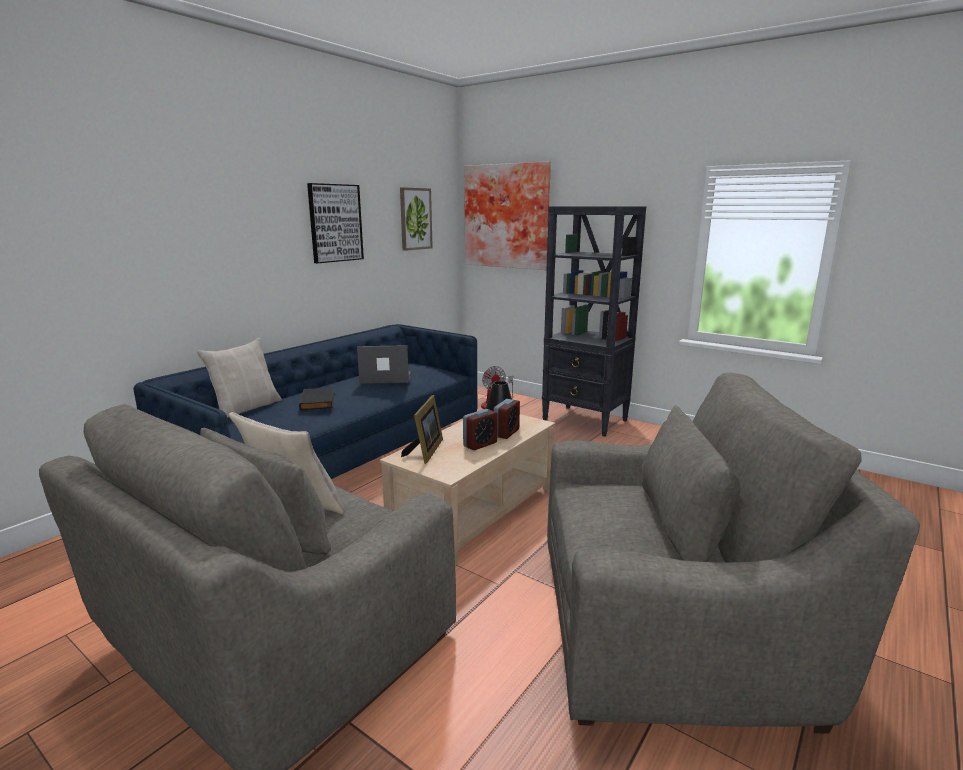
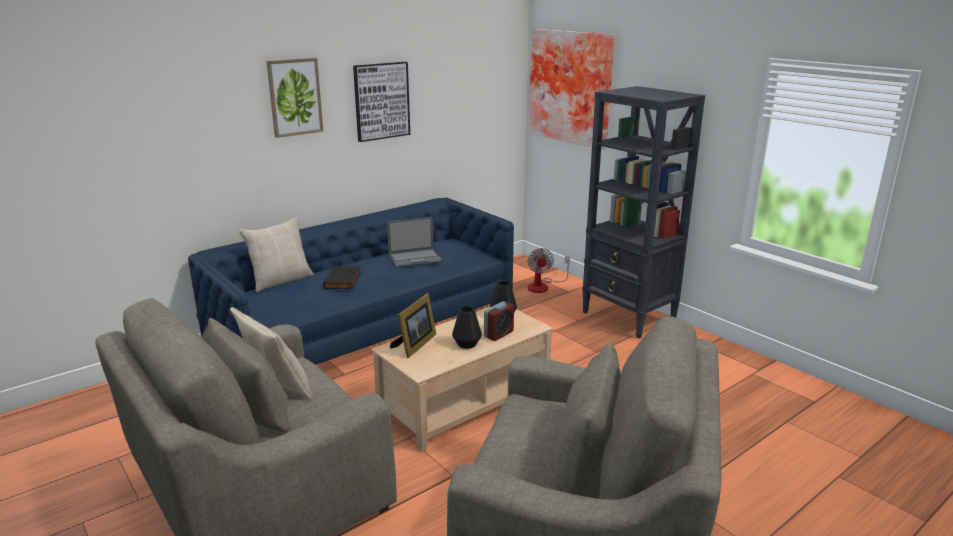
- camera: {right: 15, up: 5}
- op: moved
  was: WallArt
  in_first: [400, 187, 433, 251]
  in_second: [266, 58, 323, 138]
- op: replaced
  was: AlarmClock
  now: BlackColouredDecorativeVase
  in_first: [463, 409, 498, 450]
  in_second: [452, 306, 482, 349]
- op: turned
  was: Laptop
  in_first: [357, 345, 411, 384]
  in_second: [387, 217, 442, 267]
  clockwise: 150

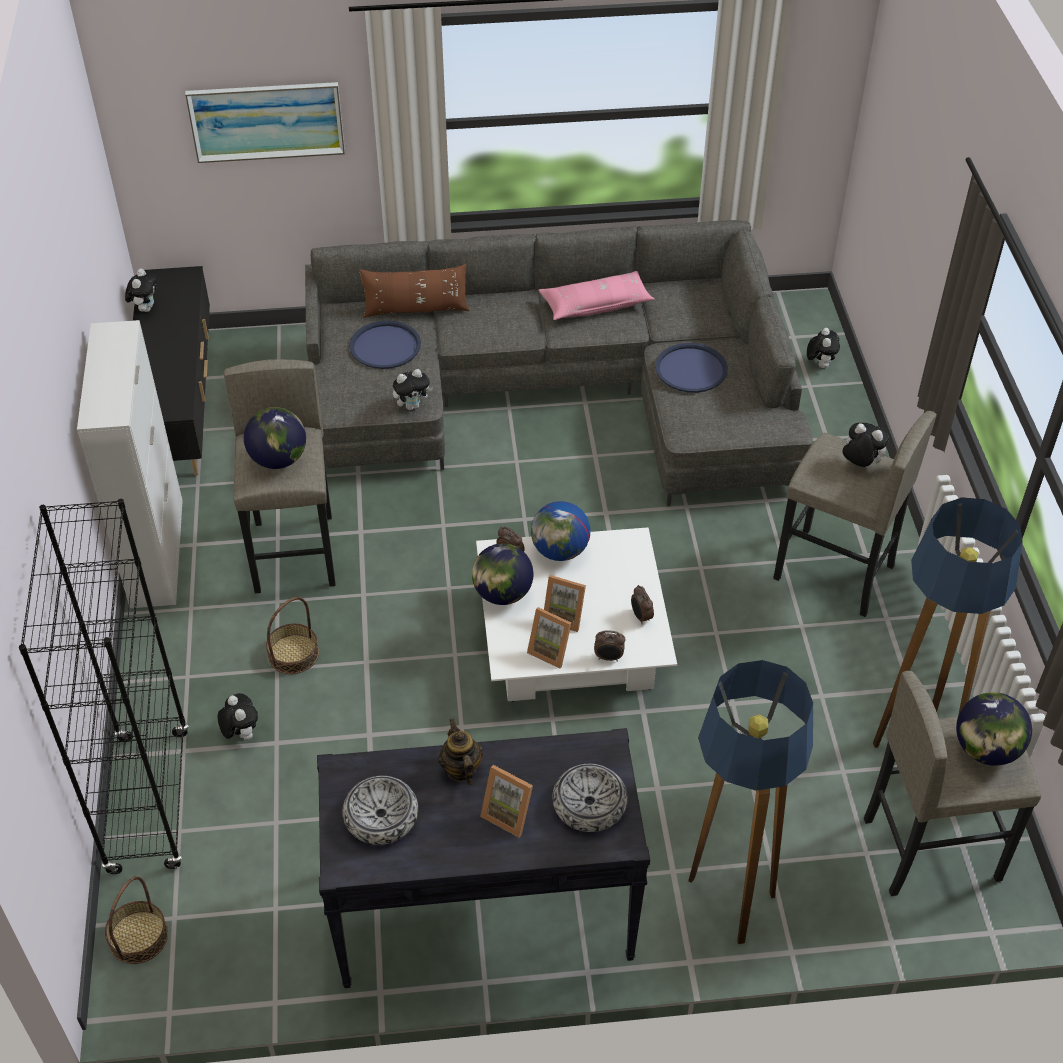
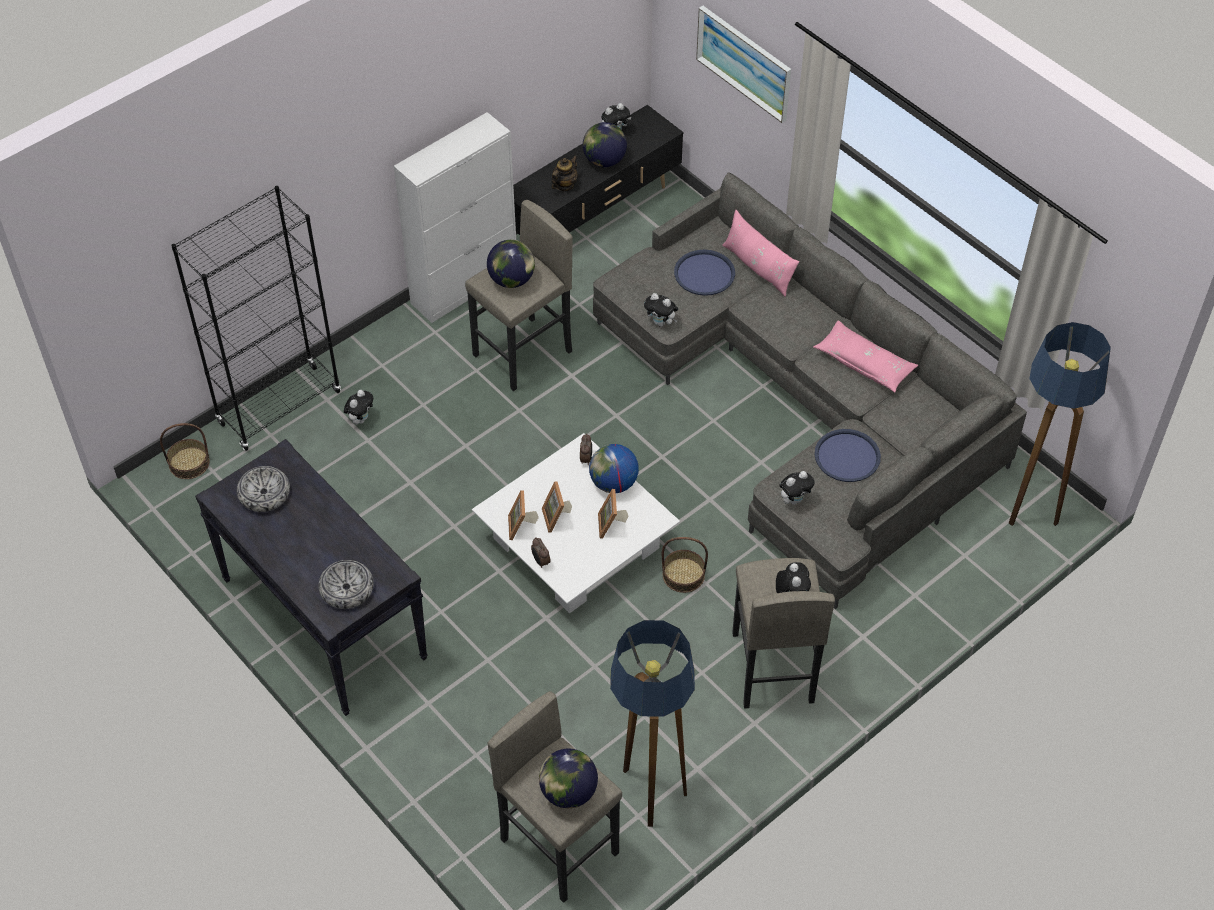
- camera: {right: 55, up: 5}
- op: removed
  was: AlarmClock
  in_first: [631, 585, 654, 624]
- op: moved
  was: HouseholdBasket
  in_first: [266, 597, 319, 674]
  in_second: [662, 537, 708, 593]
- op: moved
  was: TeaPot
  in_first: [438, 719, 483, 785]
  in_second: [552, 155, 578, 191]
- op: moved
  was: Globe
  in_first: [472, 543, 533, 605]
  in_second: [583, 122, 627, 167]
- op: moved
  was: StandingFrame
  in_first: [480, 765, 533, 837]
  in_second: [598, 489, 628, 539]
- op: moved
  was: StandardLamp
  in_first: [688, 660, 813, 944]
  in_second: [1009, 322, 1111, 526]
- op: moved
  was: CuddlyToy
  in_first: [807, 328, 840, 368]
  in_second: [779, 471, 815, 505]
- op: recoloured
  was: BrownColouredPillow
  now: PinkishPillow
  in_first: [359, 264, 469, 318]
  in_second: [722, 210, 799, 297]

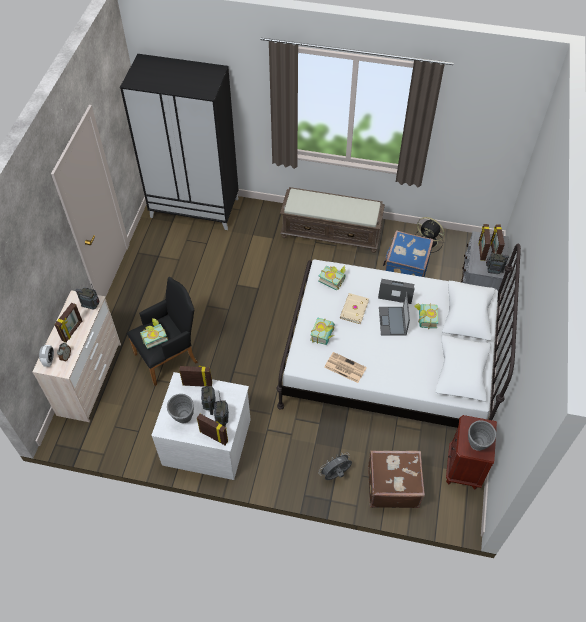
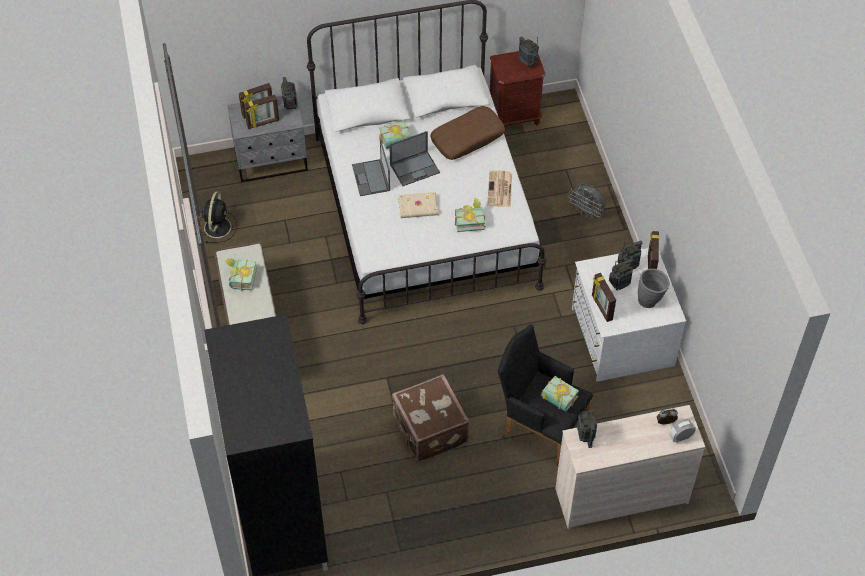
- camera: {right: -115, up: 0}
- op: removed
  was: StandingFrame
  in_first: [54, 303, 82, 342]
- op: removed
  was: BluishSuitcase
  in_first: [383, 230, 434, 277]
- op: added
  now: BrownColouredPillow
  in_second: [430, 106, 505, 160]
- op: moved
  was: Volume
  in_first: [318, 265, 346, 290]
  in_second: [225, 258, 257, 291]
- op: moved
  was: BrownColouredSuitcase
  in_first: [368, 450, 425, 508]
  in_second: [392, 374, 469, 462]
- op: replaced
  was: GrayDecorativeVase
  now: RadioSet
  in_first: [468, 420, 496, 451]
  in_second: [518, 36, 539, 67]

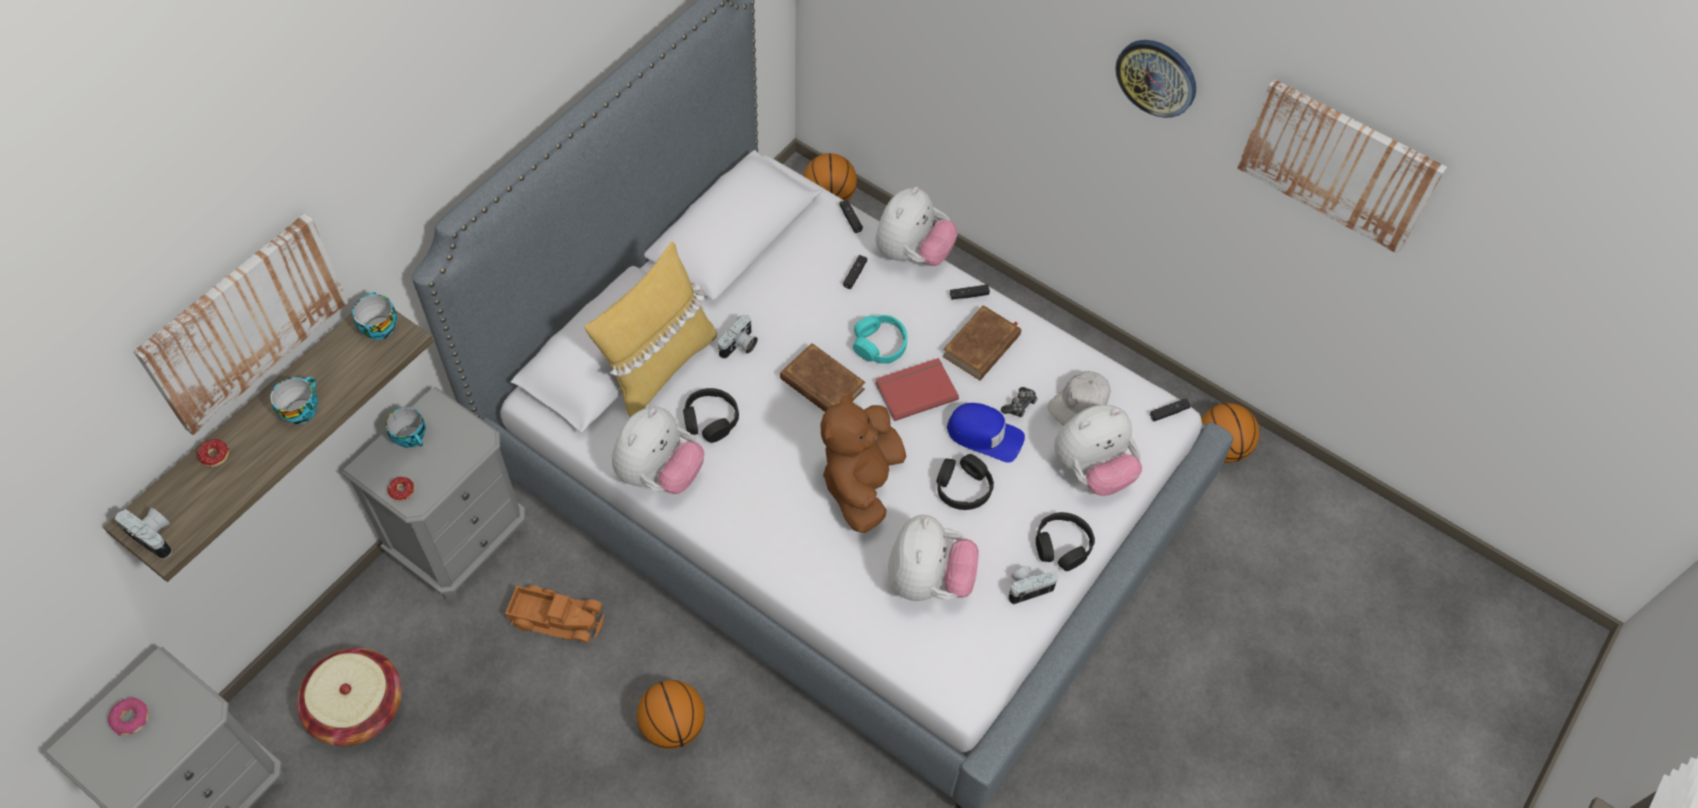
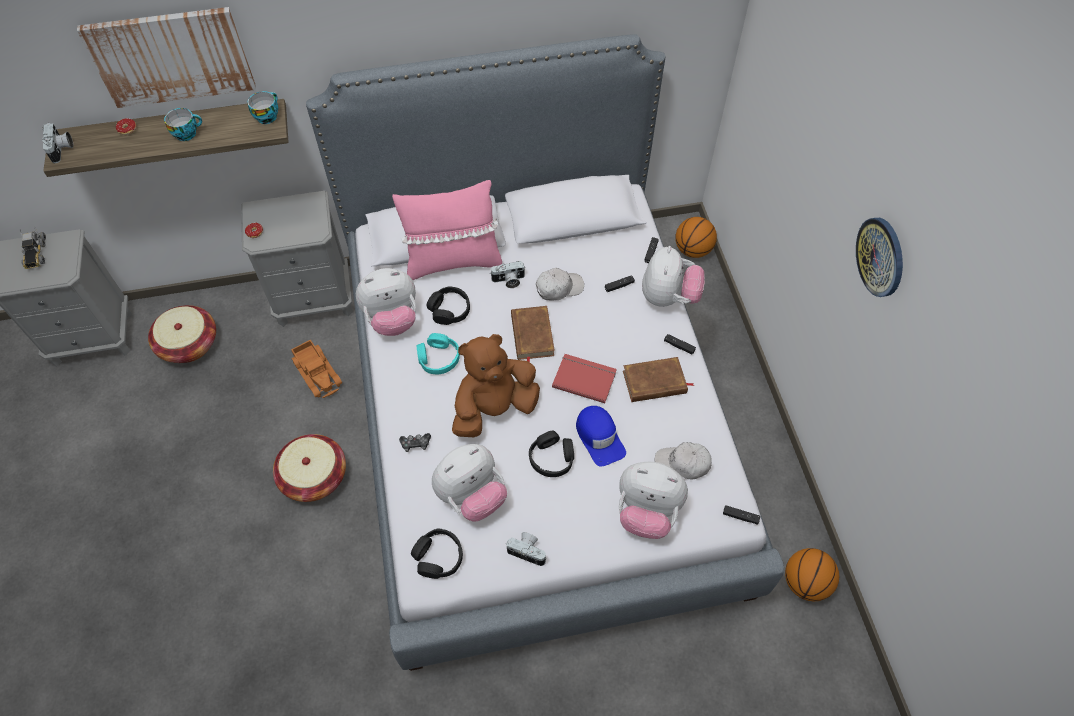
- camera: {right: 45, up: 0}
- op: removed
  was: SmallCup
  in_first: [386, 407, 426, 448]
- op: removed
  was: WallArt
  in_first: [1237, 79, 1447, 254]
- op: added
  now: WhiteCap
  in_second: [536, 268, 584, 301]
- op: moved
  was: TurquoiseColouredPairOfHeadphones
  in_first: [853, 315, 907, 364]
  in_second: [417, 333, 460, 374]
- op: moved
  was: GameController
  in_first: [1001, 387, 1038, 417]
  in_second: [399, 433, 431, 452]
- op: moved
  was: BlackColouredPairOfHeadphones
  in_first: [1036, 512, 1095, 571]
  in_second: [411, 529, 463, 579]
- op: replaced
  was: RingDoughnut
  now: ModelTruck
  in_first: [108, 698, 149, 736]
  in_second: [19, 226, 46, 269]
- op: replaced
  was: BallForBasketball
  now: HouseholdBasket
  in_first: [637, 680, 705, 749]
  in_second: [273, 434, 346, 502]
- op: recoloured
  was: YellowPillow
  now: PinkishPillow
  in_first: [584, 241, 717, 418]
  in_second: [392, 180, 502, 280]
- op: turned
  was: CuddlyToy
  in_first: [875, 187, 958, 266]
  in_second: [642, 246, 705, 307]
  clockwise: -60

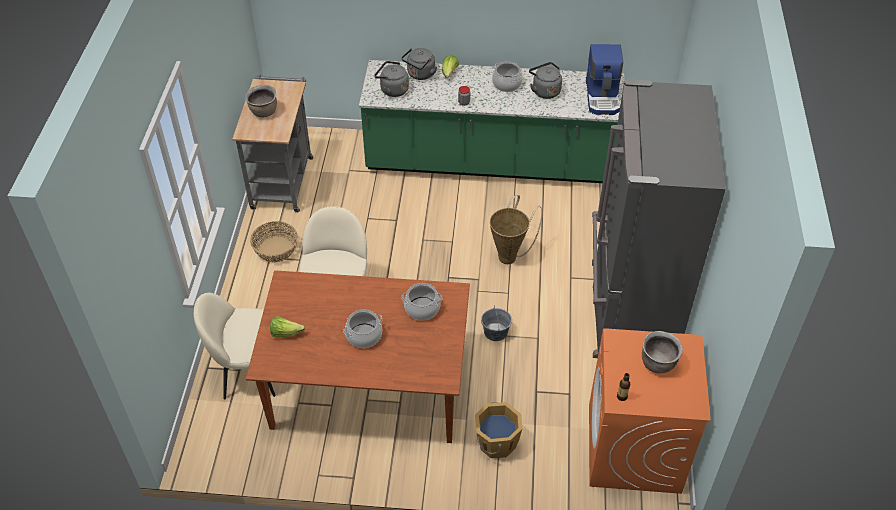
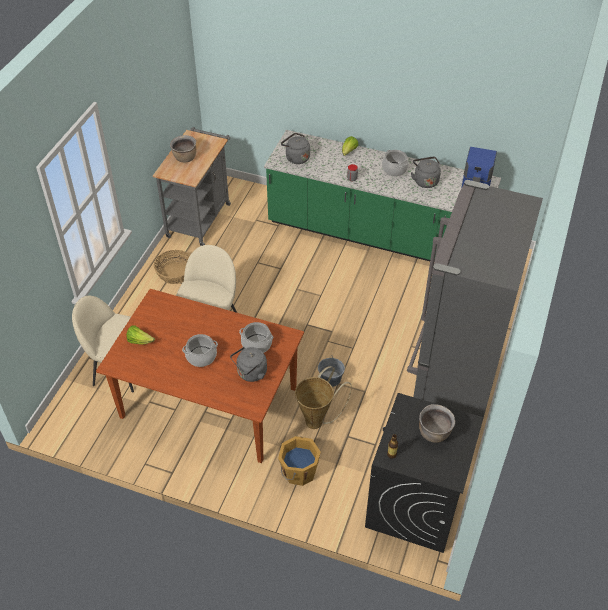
- camera: {right: 15, up: 0}
- op: moved
  was: GrayKettle
  in_first: [401, 48, 437, 80]
  in_second: [230, 347, 267, 382]
- op: moved
  was: HouseholdBasket
  in_first: [490, 195, 543, 264]
  in_second: [295, 366, 352, 429]
- op: recoloured
  was: OrangeyLaundryAppliance
  now: BlackColouredLaundryAppliance
  in_first: [589, 328, 711, 494]
  in_second: [365, 393, 483, 553]

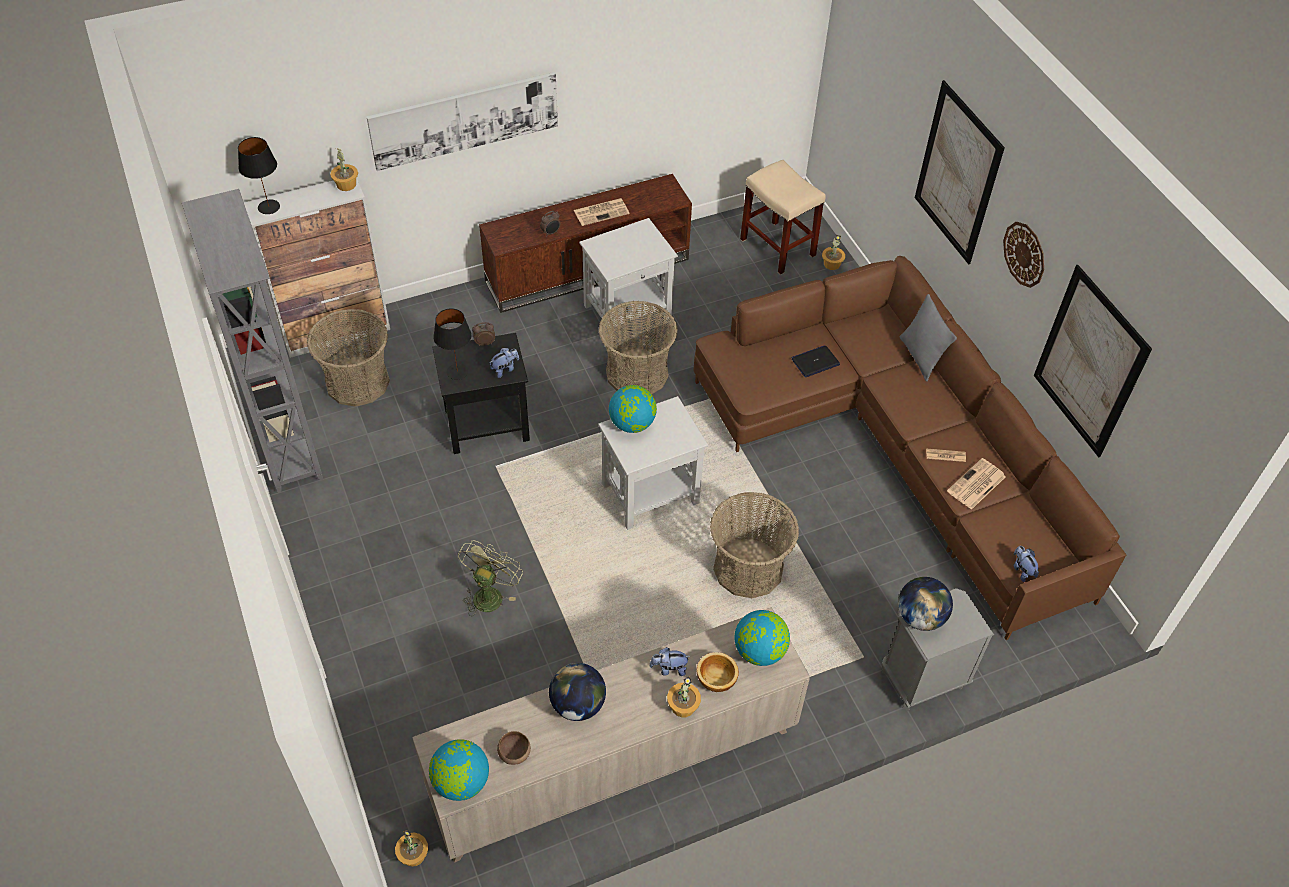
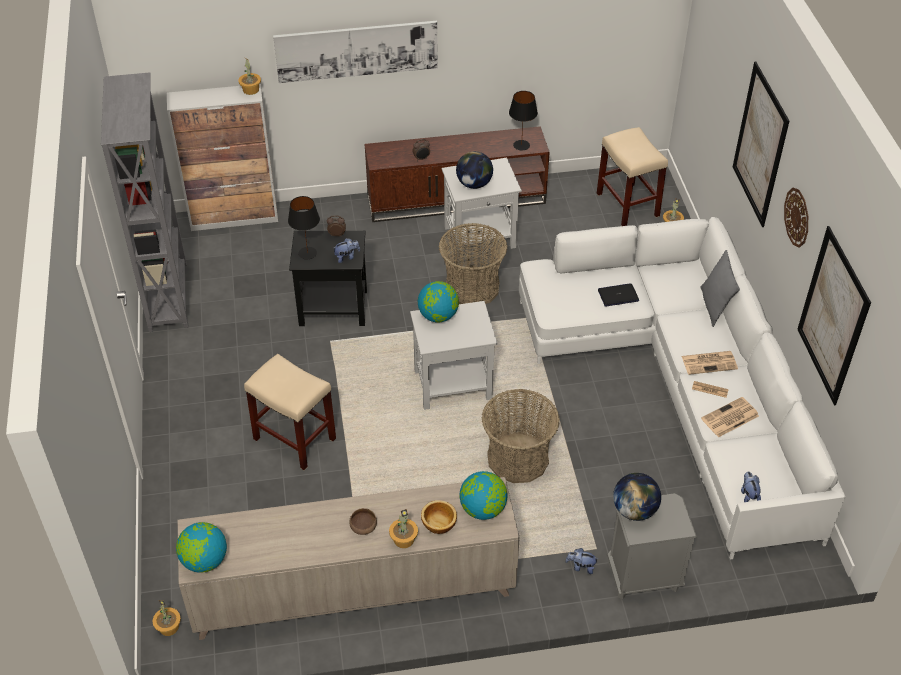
- camera: {right: 15, up: -5}
- op: removed
  was: HouseholdBasket
  in_first: [307, 309, 390, 407]
- op: moved
  was: BlackColouredLampForATable
  in_first: [238, 137, 280, 214]
  in_second: [509, 91, 538, 151]
- op: moved
  was: BrownColouredServingBowl
  in_first: [497, 731, 531, 765]
  in_second: [349, 508, 377, 535]
- op: moved
  was: Globe
  in_first: [549, 663, 606, 721]
  in_second: [456, 151, 493, 189]
- op: moved
  was: PrintedPaper
  in_first: [574, 198, 630, 226]
  in_second: [682, 351, 738, 375]
- op: moved
  was: CuddlyToy
  in_first: [650, 647, 690, 676]
  in_second: [565, 548, 599, 574]
- op: replaced
  was: GreenColouredFan
  now: BeigeColouredStool
  in_first: [458, 540, 523, 616]
  in_second: [244, 354, 336, 470]
- op: recoloured
  was: BrownColouredSofa
  now: WhiteSofa
  in_first: [693, 256, 1126, 640]
  in_second: [519, 217, 846, 560]

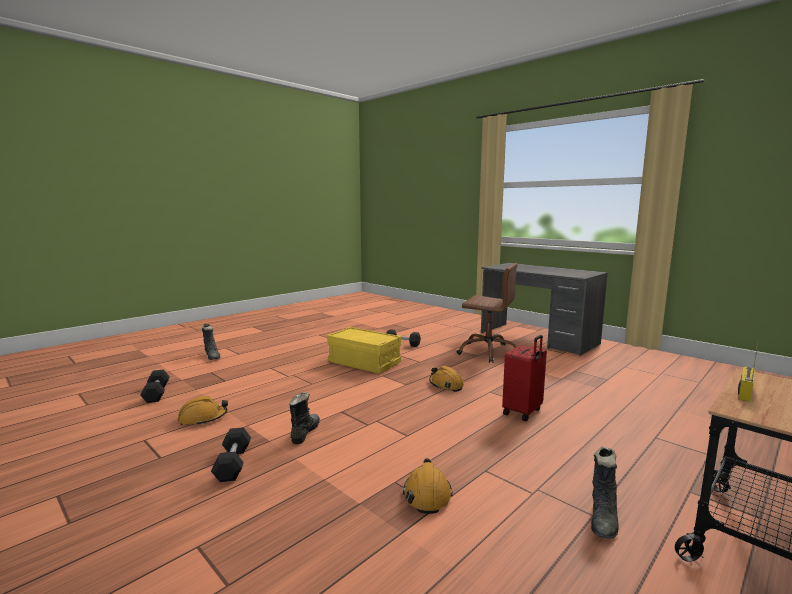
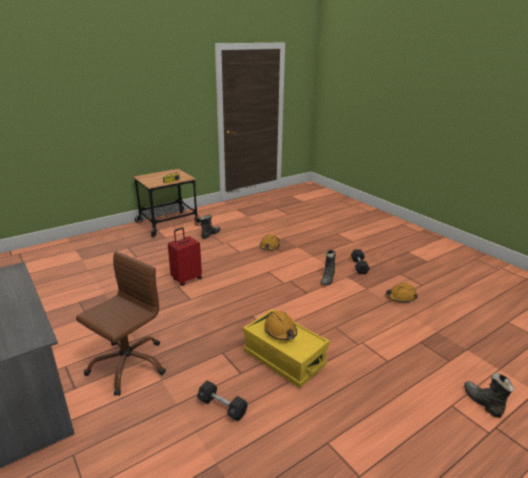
- camera: {right: -170, up: 15}
- op: removed
  was: BlackColouredHandWeight
  in_first: [140, 369, 170, 403]
- op: moved
  was: OrangeySafetyHelmet
  in_first: [429, 366, 464, 392]
  in_second: [264, 311, 297, 340]
- op: turned
  was: BrownColouredDeskChair
  in_first: [456, 263, 518, 363]
  in_second: [76, 251, 166, 396]
  clockwise: 90

